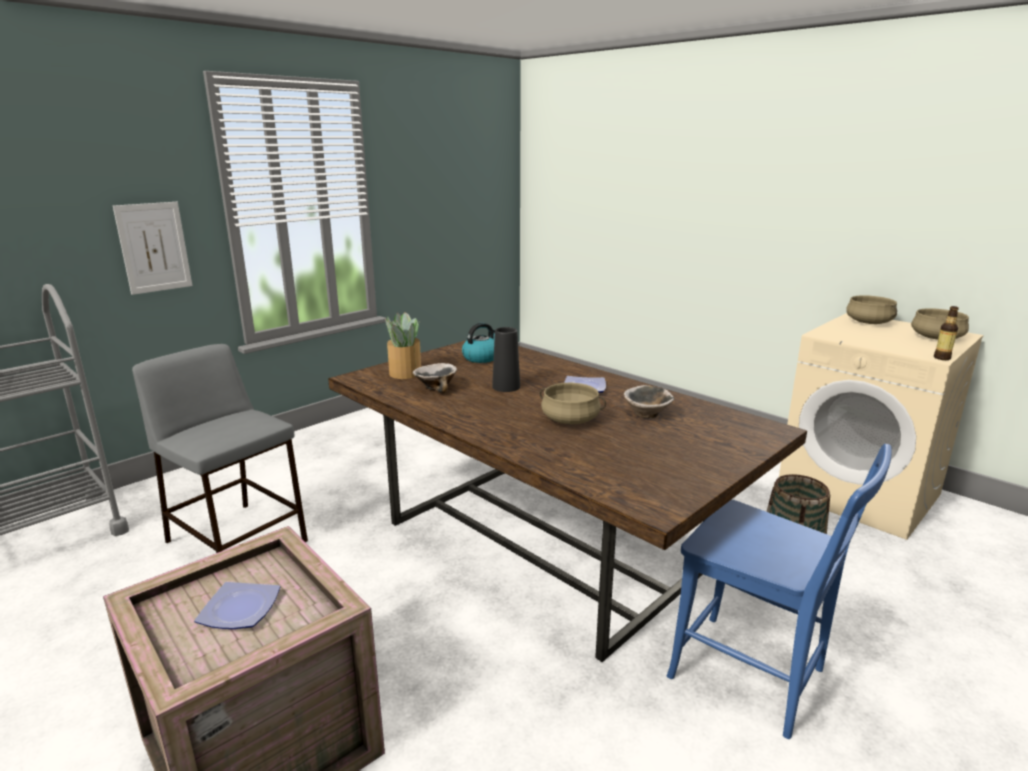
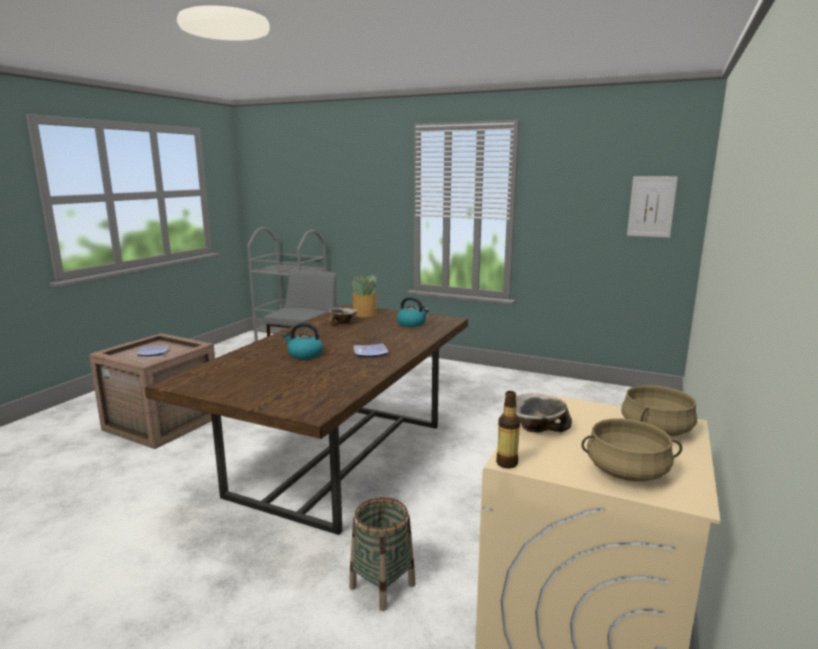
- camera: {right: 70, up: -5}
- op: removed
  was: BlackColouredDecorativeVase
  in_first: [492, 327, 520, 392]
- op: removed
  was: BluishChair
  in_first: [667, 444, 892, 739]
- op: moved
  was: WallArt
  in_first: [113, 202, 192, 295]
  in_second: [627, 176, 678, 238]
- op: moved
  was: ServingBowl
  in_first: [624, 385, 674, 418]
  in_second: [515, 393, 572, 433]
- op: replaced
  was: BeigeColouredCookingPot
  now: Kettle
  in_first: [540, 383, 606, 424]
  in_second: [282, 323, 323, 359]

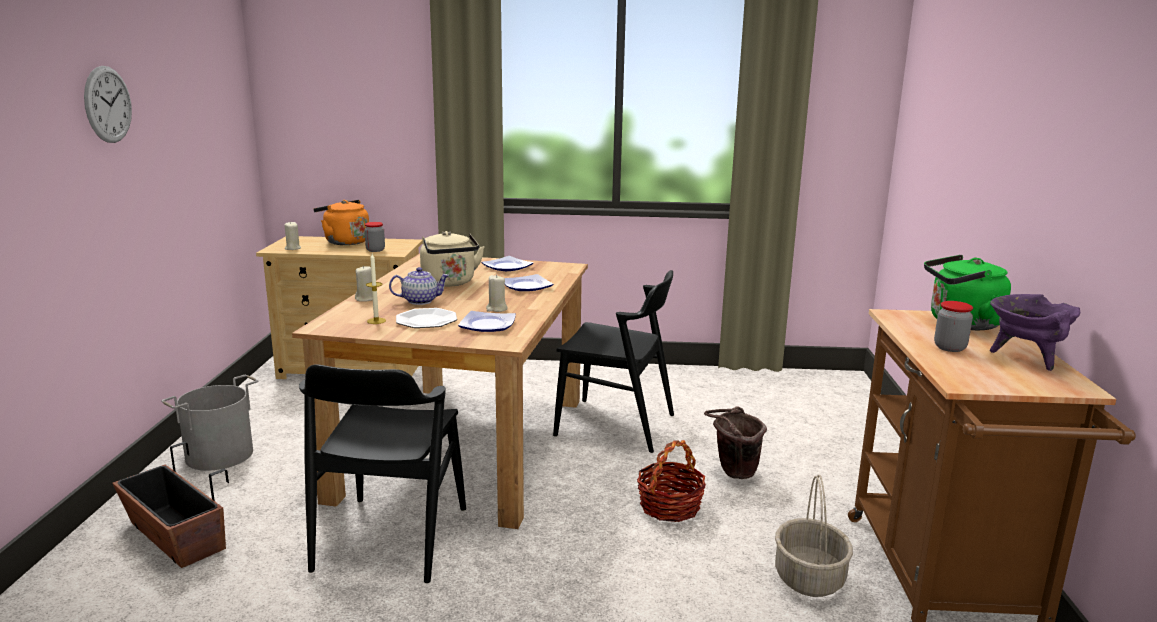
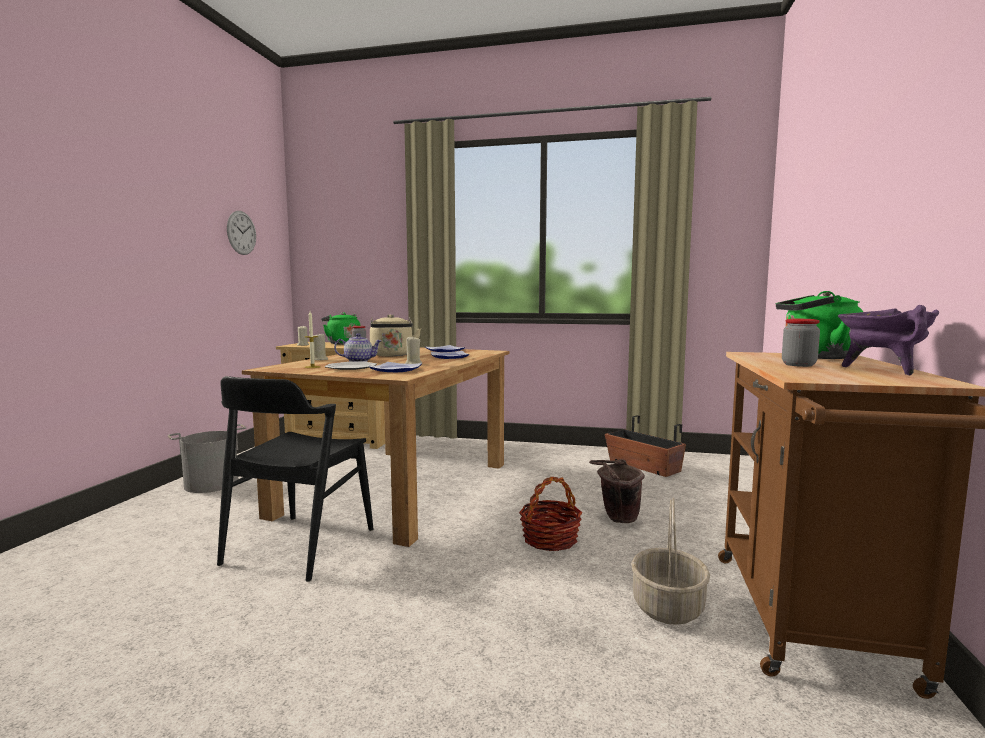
- camera: {right: 10, up: -10}
- op: removed
  was: BlackColouredChair
  in_first: [553, 270, 674, 453]
- op: moved
  was: ClockOnTheWall
  in_first: [84, 66, 132, 143]
  in_second: [227, 211, 256, 255]
- op: moved
  was: Planter
  in_first: [112, 442, 229, 568]
  in_second: [605, 415, 686, 477]
- op: recoloured
  was: OrangeyKettle
  now: GreenColouredKettle
  in_first: [314, 200, 369, 245]
  in_second: [321, 312, 360, 345]

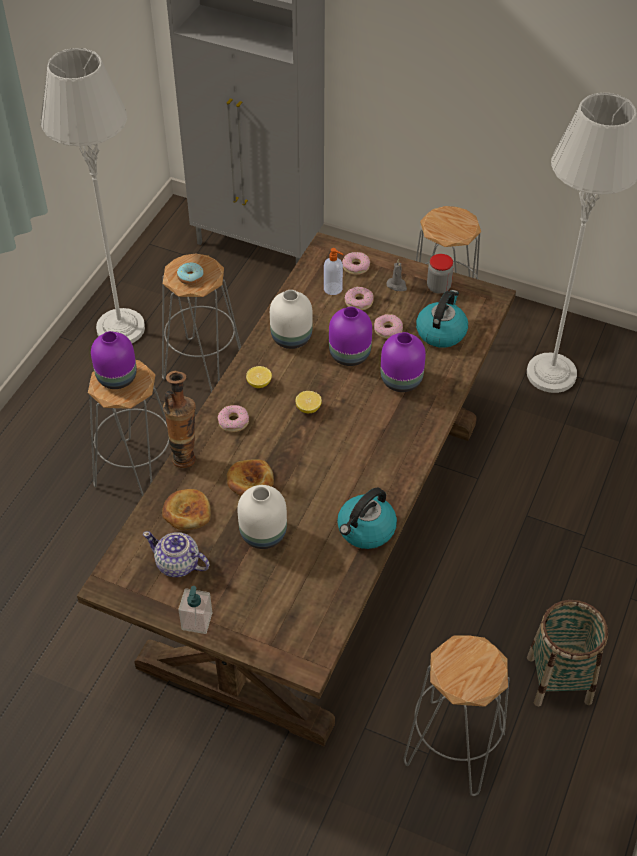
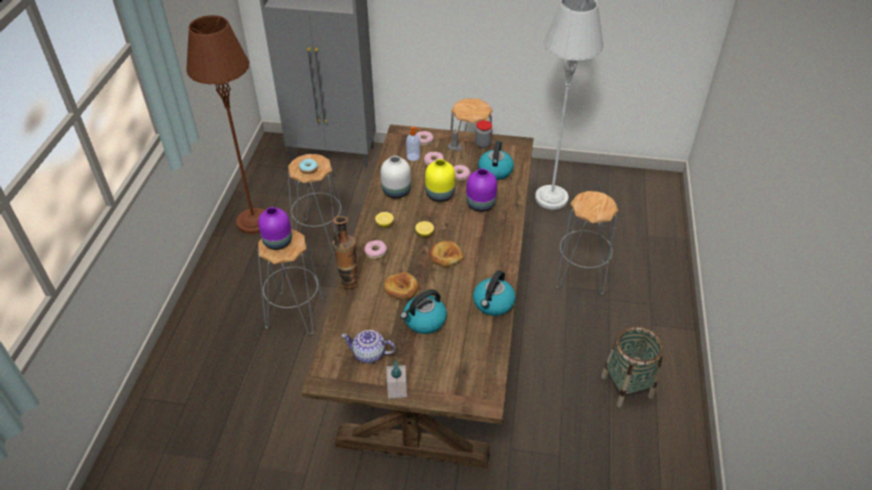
- camera: {right: -15, up: -5}
- op: moved
  was: Bread
  in_first: [162, 489, 211, 530]
  in_second: [429, 241, 463, 267]
- op: moved
  was: GrayStool
  in_first: [404, 635, 510, 796]
  in_second: [556, 191, 619, 295]
- op: replaced
  was: WhiteDecorativeVase
  now: Kettle
  in_first: [237, 485, 287, 549]
  in_second: [400, 289, 447, 334]
- op: recoloured
  was: GrayStandardLamp
  now: BrownColouredStandardLamp
  in_first: [41, 48, 145, 343]
  in_second: [186, 15, 265, 234]
- op: recoloured
  was: PurplishDecorativeVase
  now: YellowDecorativeVase
  in_first: [329, 307, 372, 366]
  in_second: [425, 159, 455, 202]

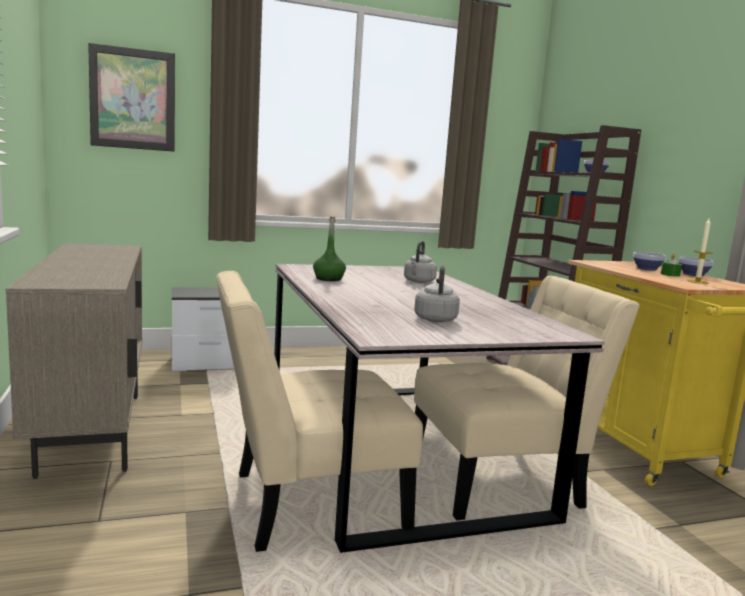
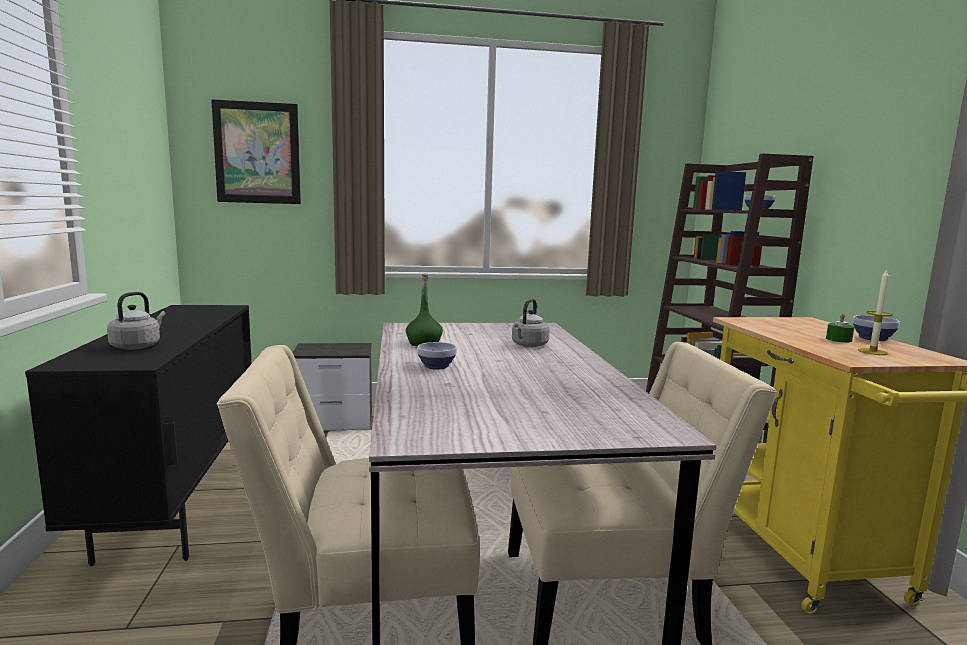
- camera: {right: 10, up: 0}
- op: moved
  was: GrayKettle
  in_first: [414, 265, 460, 322]
  in_second: [107, 292, 166, 350]
- op: moved
  was: ServingBowl
  in_first: [633, 252, 666, 271]
  in_second: [417, 342, 457, 370]
- op: recoloured
  was: BeigeColouredCabinet
  now: BlackColouredCabinet
  in_first: [6, 243, 142, 479]
  in_second: [25, 305, 252, 566]

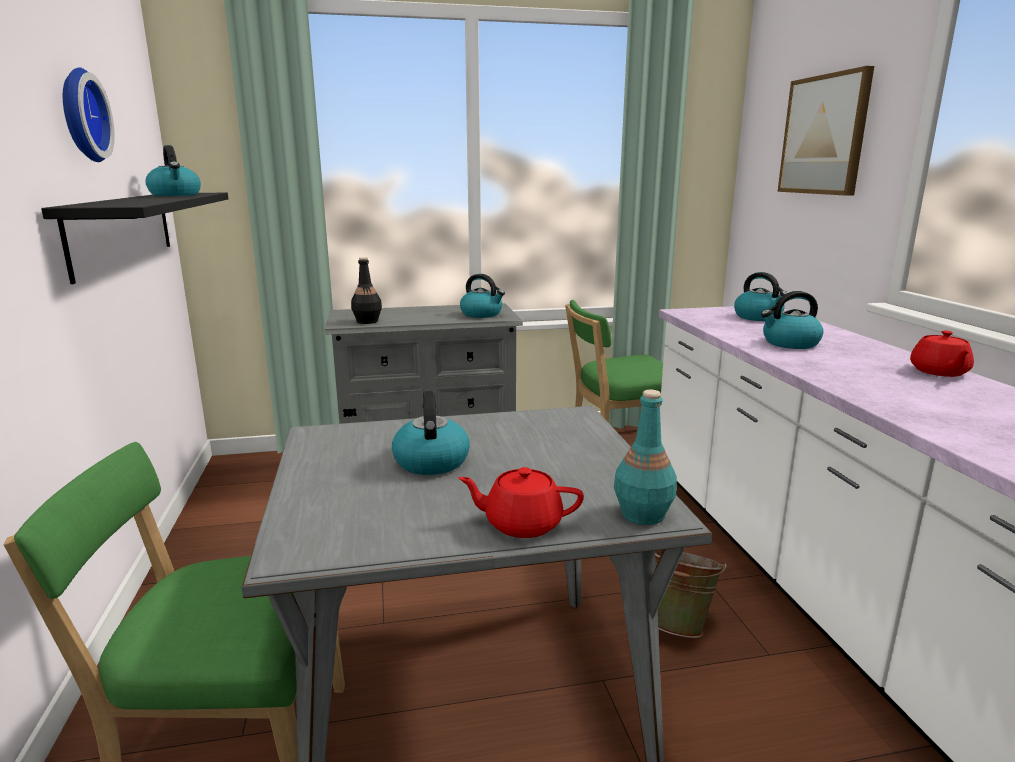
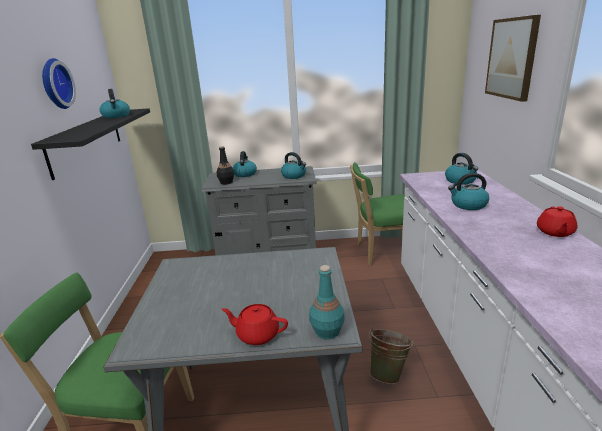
- camera: {right: 10, up: 5}
- op: moved
  was: Kettle
  in_first: [392, 391, 470, 475]
  in_second: [232, 151, 257, 177]

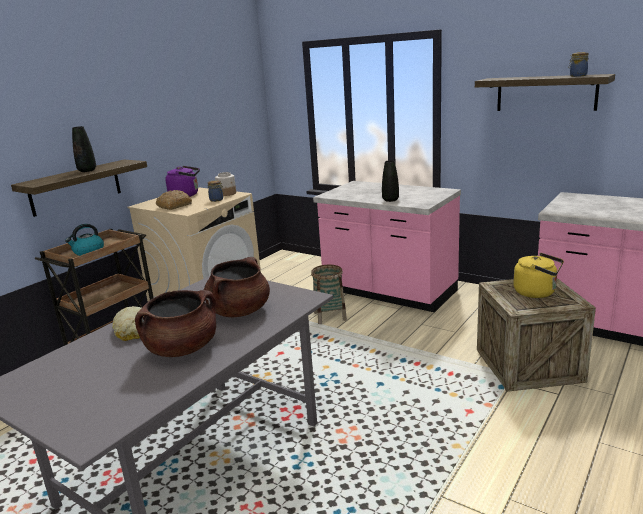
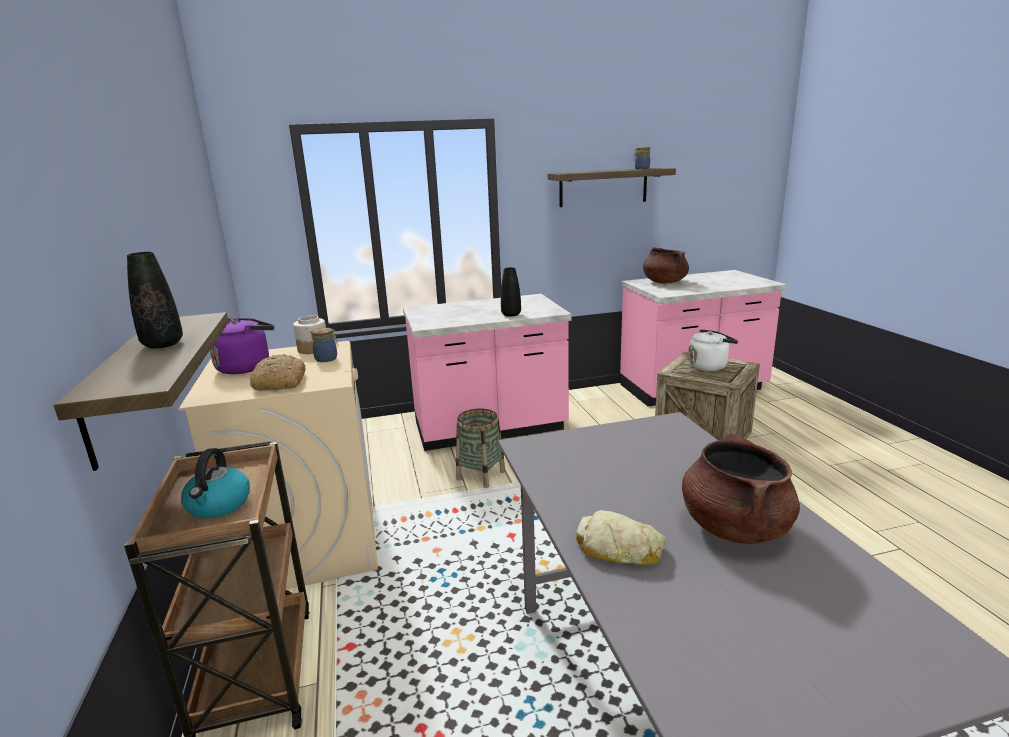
- camera: {right: -50, up: 0}
- op: moved
  was: BrownColouredCookingPot
  in_first: [204, 257, 270, 317]
  in_second: [643, 247, 689, 283]
- op: recoloured
  was: YellowKettle
  now: WhiteKettle
  in_first: [513, 253, 564, 298]
  in_second: [688, 329, 738, 371]

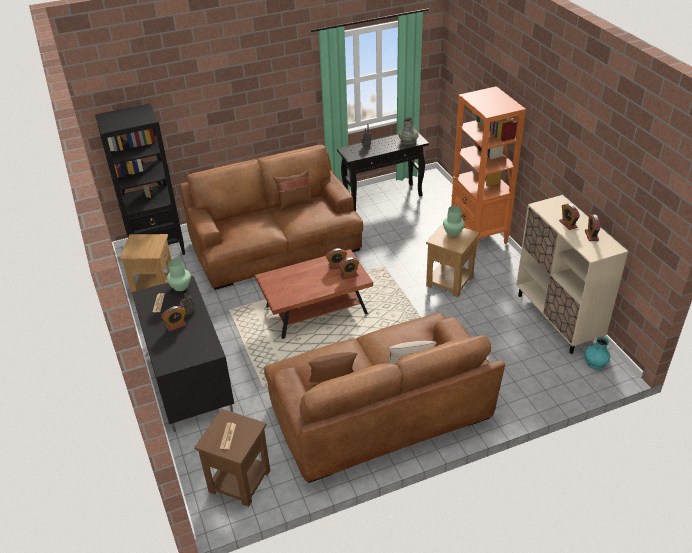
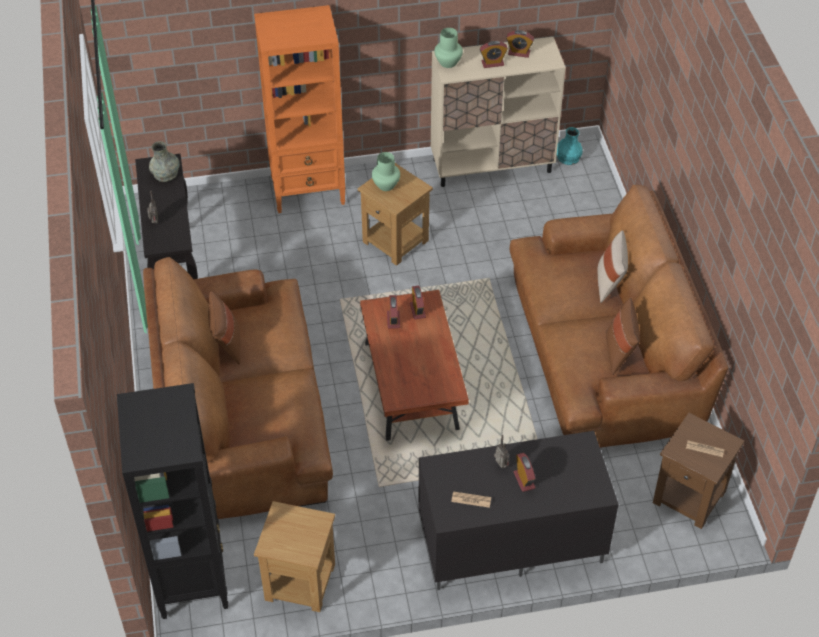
- camera: {right: -80, up: 10}
- op: moved
  was: GreenColouredDecorativeVase
  in_first: [167, 258, 191, 291]
  in_second: [434, 28, 463, 68]

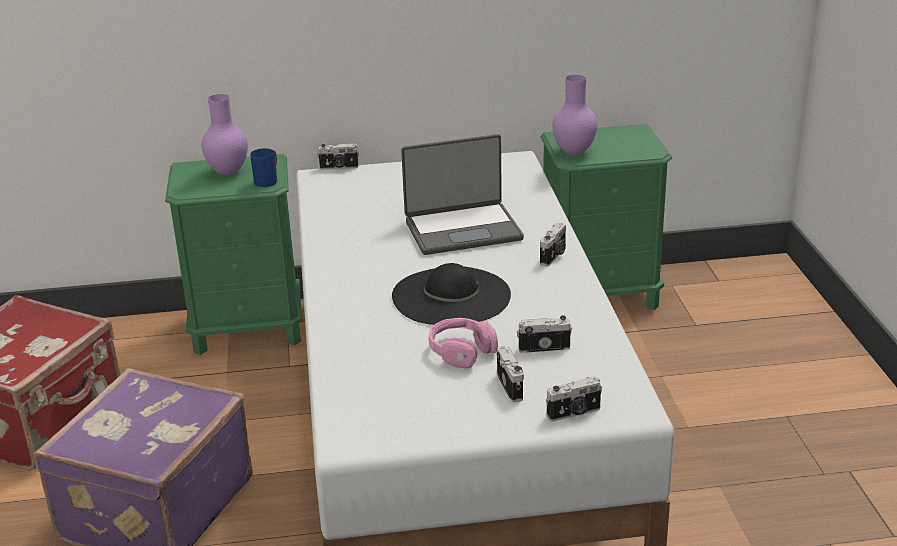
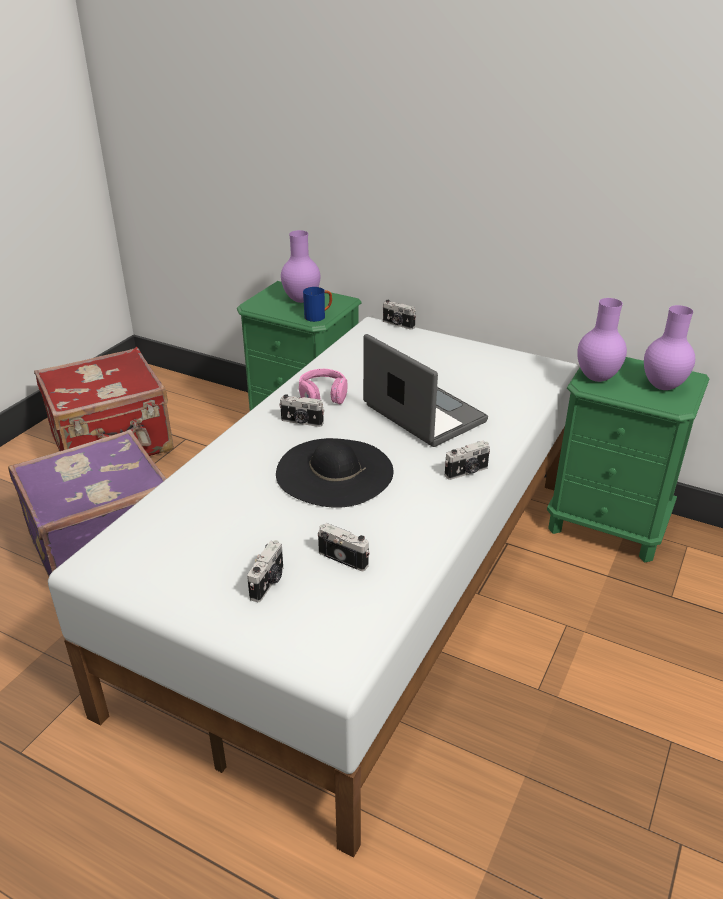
- camera: {right: 35, up: 5}
- op: added
  now: PurplishDecorativeVase
  in_second: [644, 305, 695, 390]
- op: moved
  was: PinkishPairOfHeadphones
  in_first: [428, 318, 498, 368]
  in_second: [299, 369, 348, 404]
- op: moved
  was: StillCamera
  in_first: [546, 376, 602, 422]
  in_second: [279, 394, 324, 427]
- op: turned
  was: Laptop
  in_first: [401, 134, 524, 255]
  in_second: [363, 334, 488, 447]
  clockwise: -150

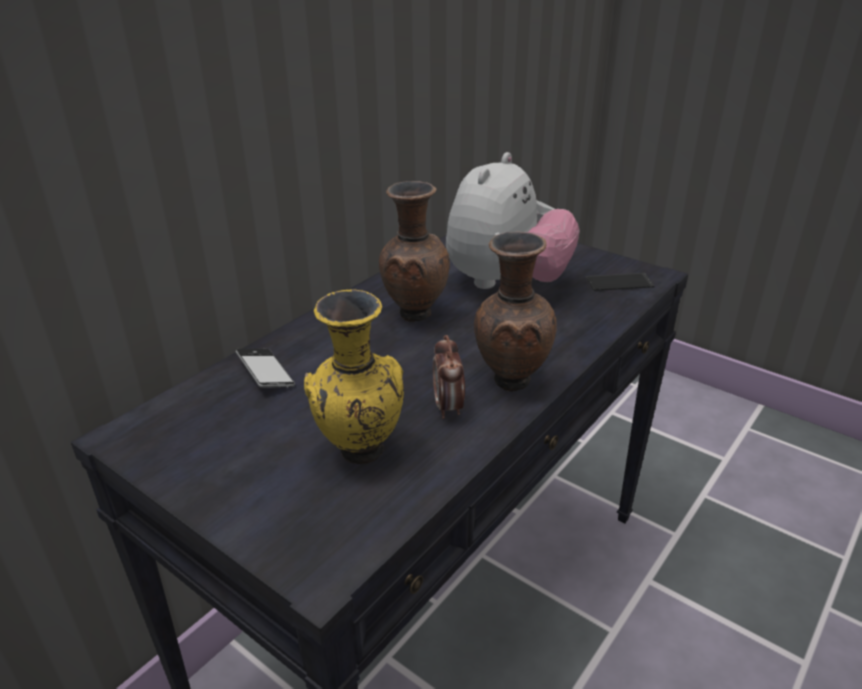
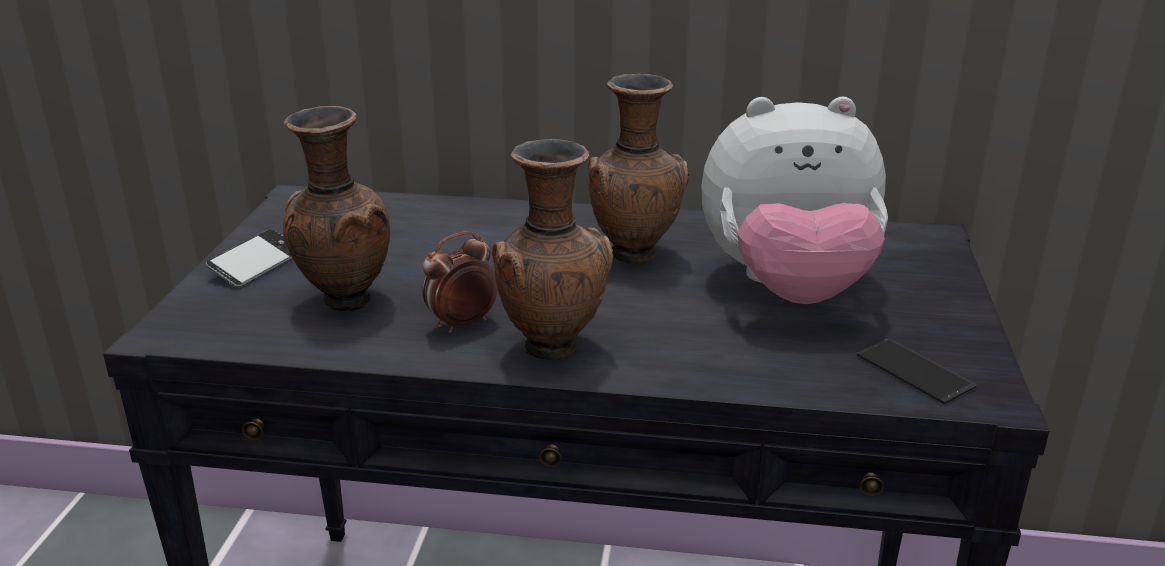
- camera: {right: 60, up: -5}
- op: moved
  was: Phone
  in_first: [236, 349, 295, 388]
  in_second: [206, 229, 293, 288]
- op: recoloured
  was: YellowDecorativeVase
  now: BrownColouredDecorativeVase
  in_first: [304, 289, 404, 464]
  in_second: [283, 106, 390, 311]

